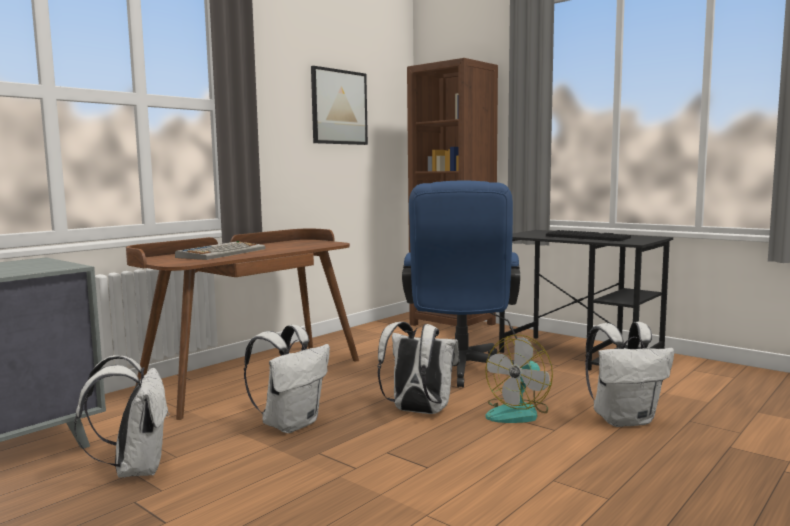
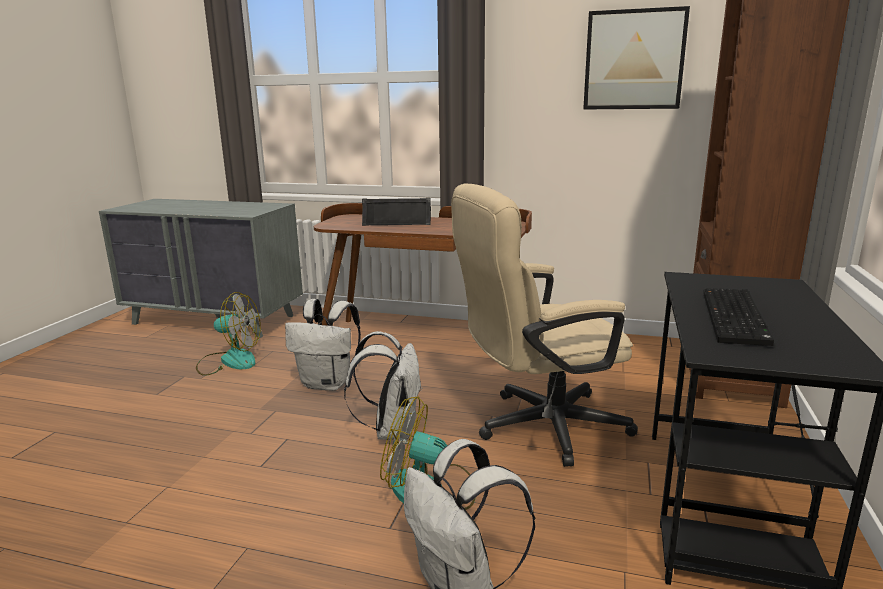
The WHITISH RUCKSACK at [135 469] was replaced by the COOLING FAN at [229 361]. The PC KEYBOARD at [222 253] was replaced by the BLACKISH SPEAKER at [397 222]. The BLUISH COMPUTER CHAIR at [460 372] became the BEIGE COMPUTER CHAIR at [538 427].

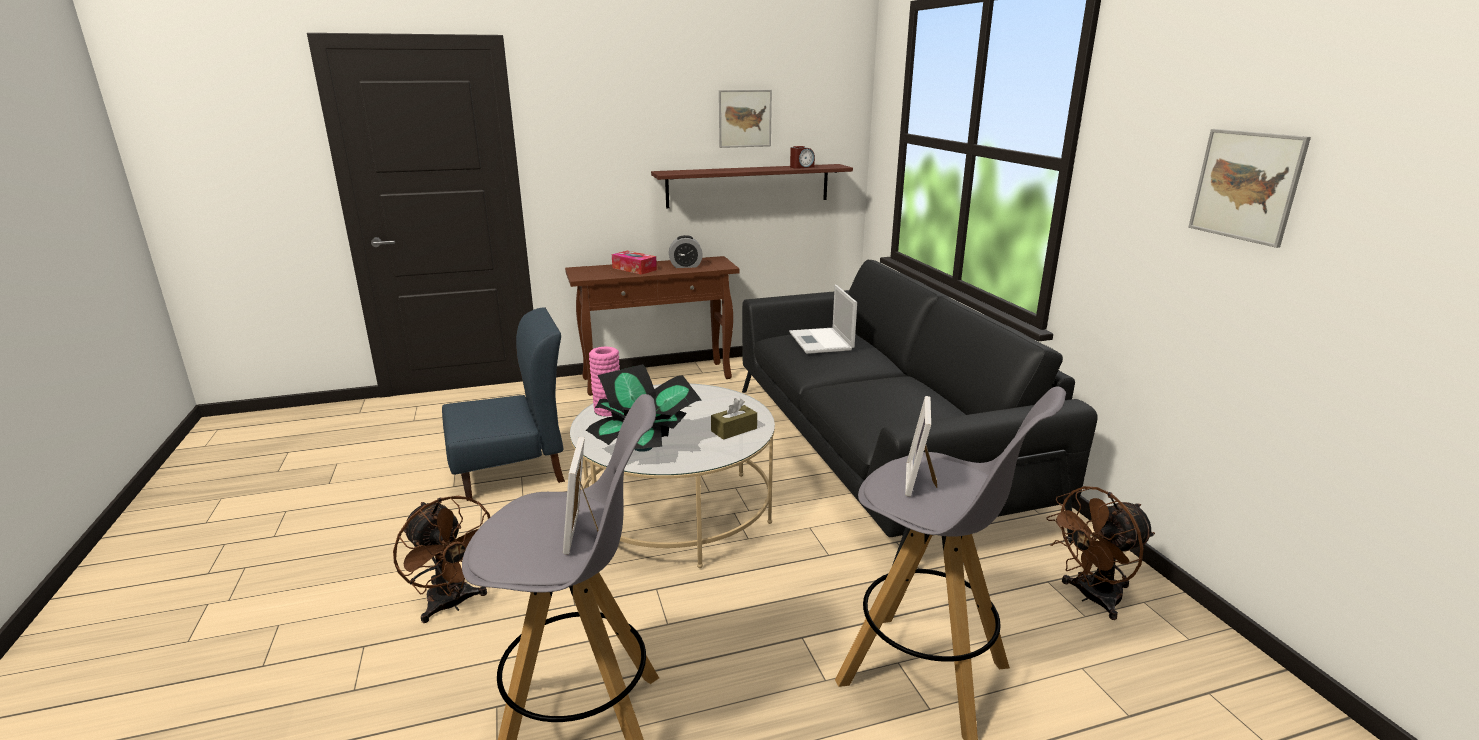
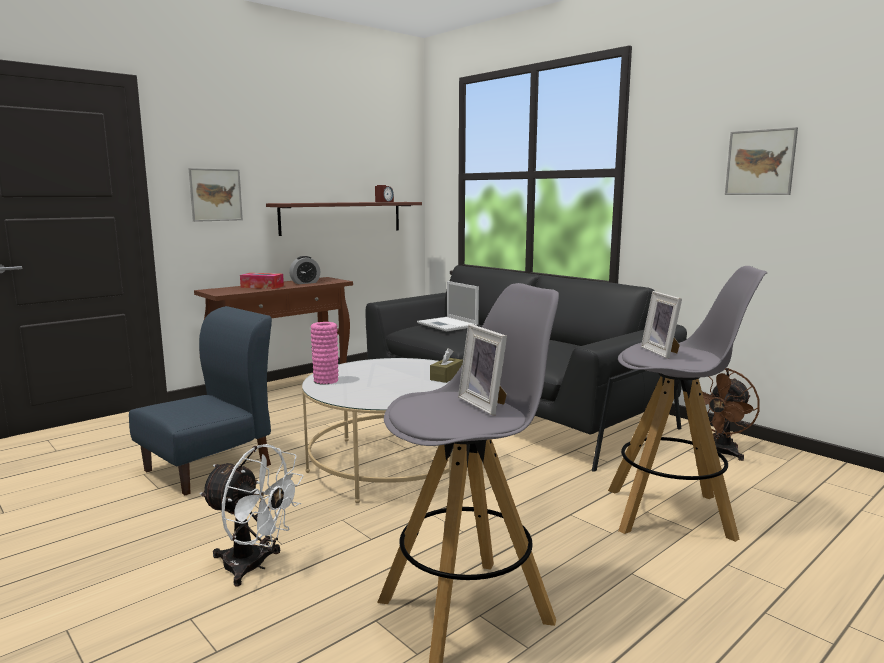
The WALL ART moved from [745 118] to [216 195]. The BROWN COOLING FAN at [453 604] became the WHITISH COOLING FAN at [254 566]. The POTTED PLANT at [644 446] disappeared.

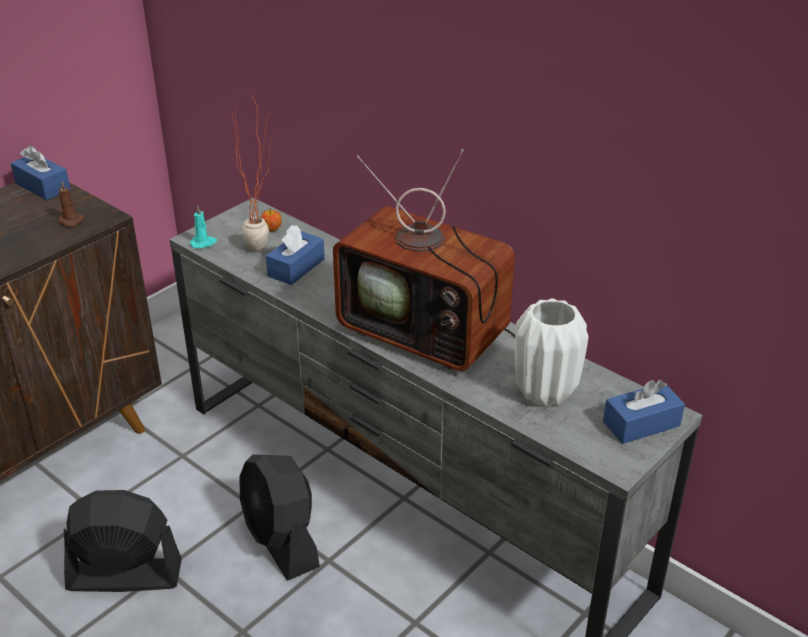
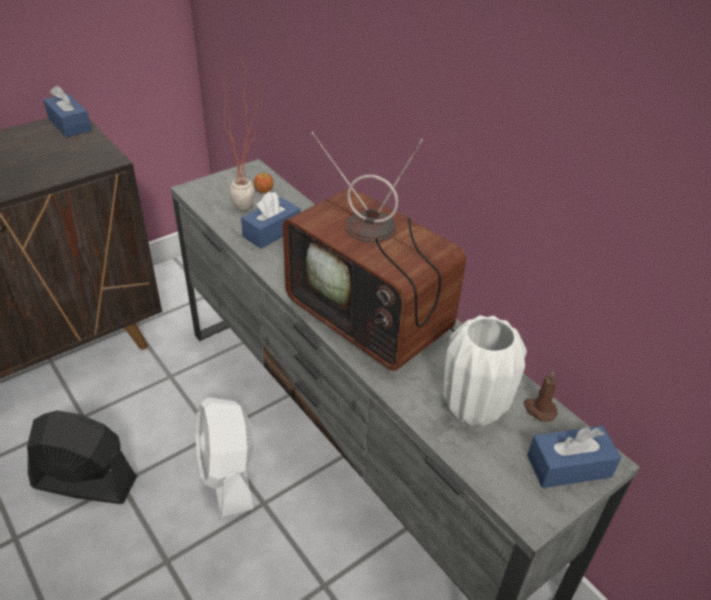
The BLACKISH COOLING FAN at [281 540] became the WHITISH COOLING FAN at [228 474]. The BROWN WAX LIGHT moved from [69 221] to [539 409]. The TURQUOISE-COLOURED WAX LIGHT at [203 243] disappeared.

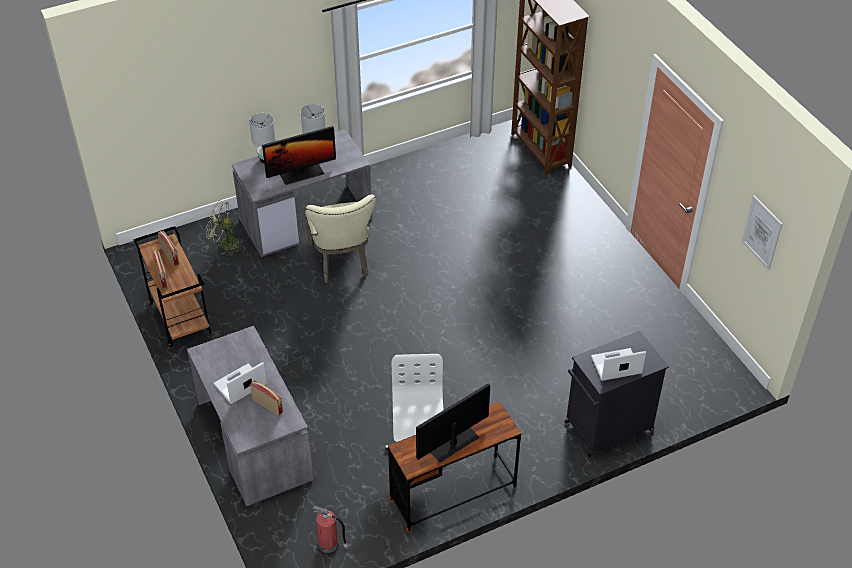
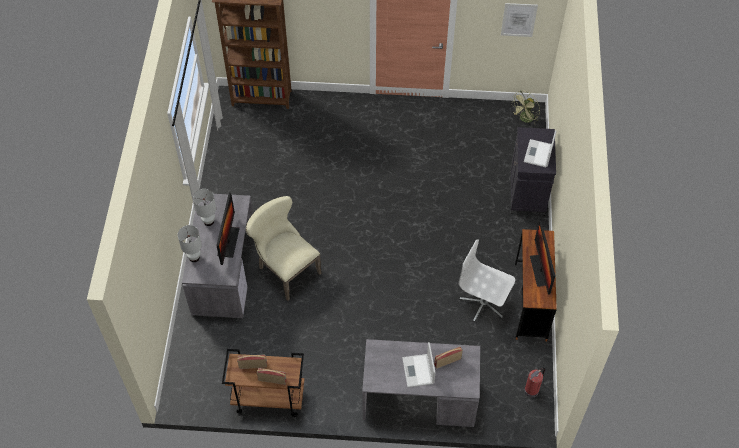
The BEIGE UPRIGHT CHAIR at [341 262] turned 150 degrees counterclockwise. The GREENISH COOLING FAN moved from [225 244] to [525 119].

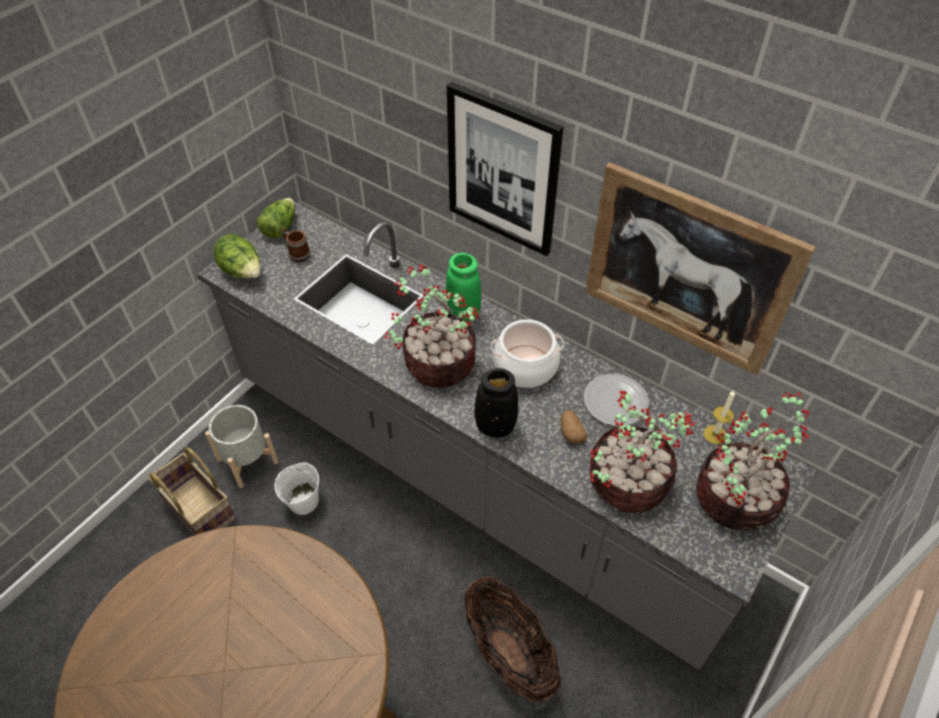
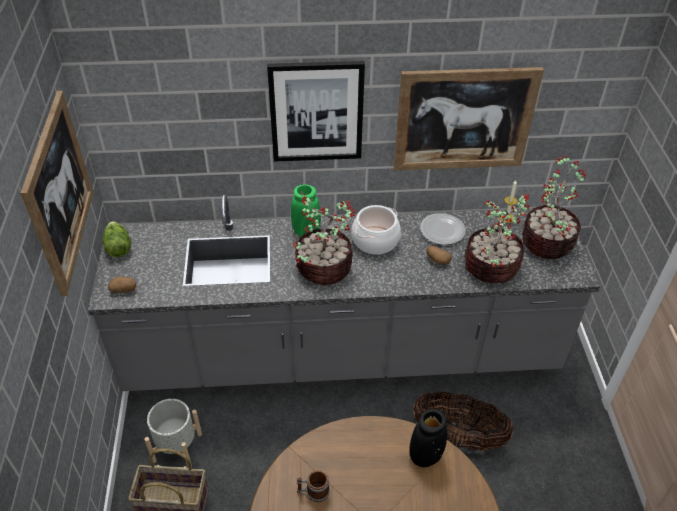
The WALL ART at [59 192] appeared. The LETTUCE HEAD at [243 272] was replaced by the WHOLE POTATO at [124 289]. The COFFEE MUG moved from [297 253] to [313 492]. The BLACKISH FLOWER VASE moved from [495 426] to [425 456]. The WHITISH BUCKET at [303 500] disappeared.

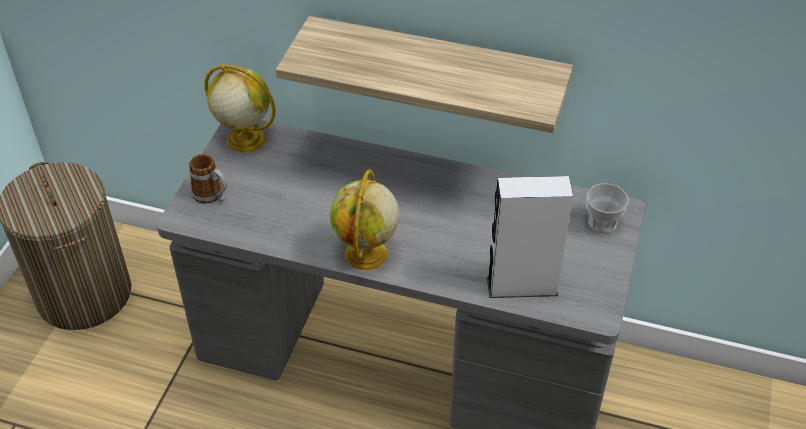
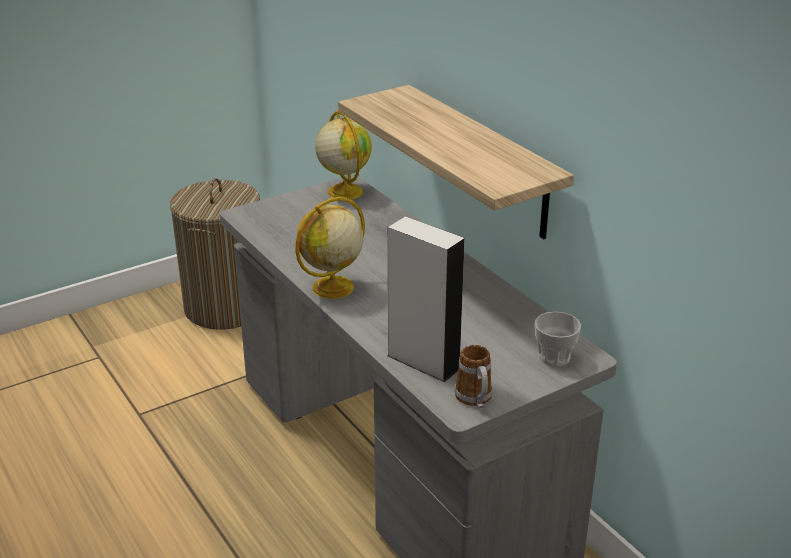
The COFFEE MUG moved from [212 196] to [475 400].

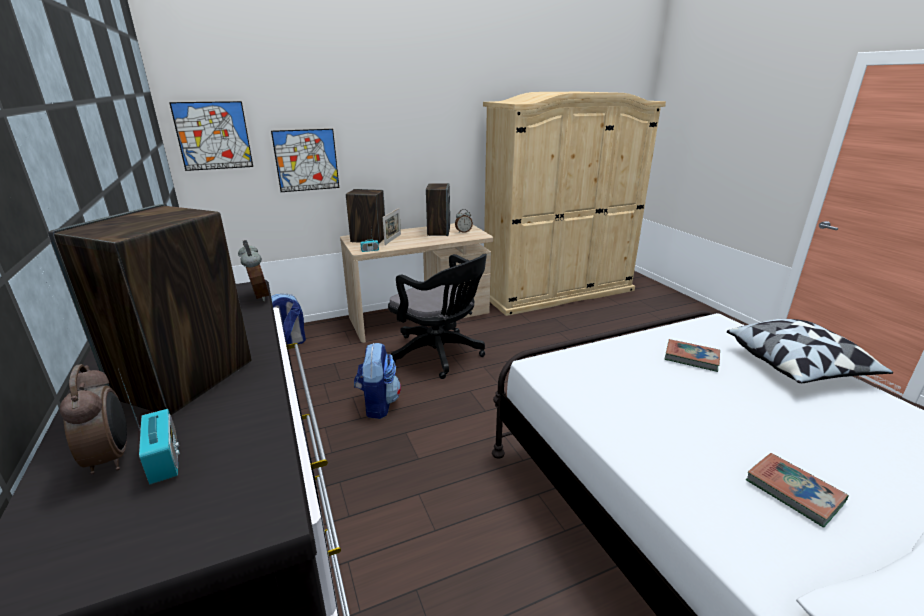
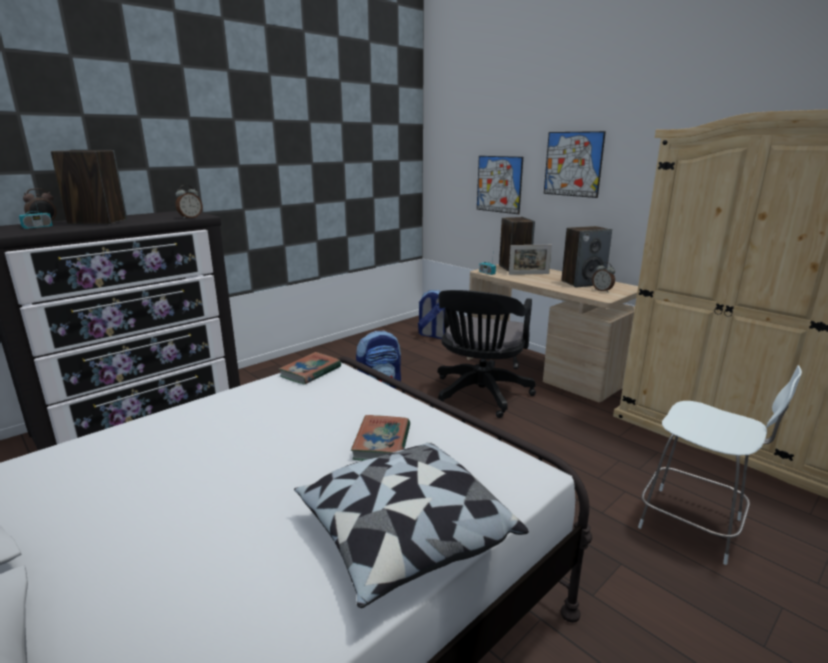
The VOLUME moved from [793 491] to [310 372]. The WALL ART moved from [213 136] to [573 164]. The WHITISH UPRIGHT CHAIR at [694 525] appeared.

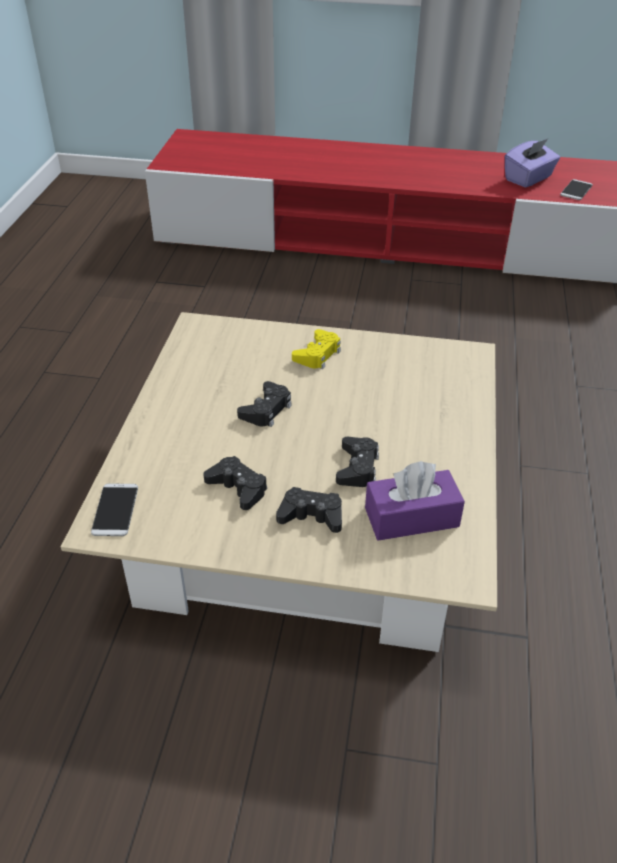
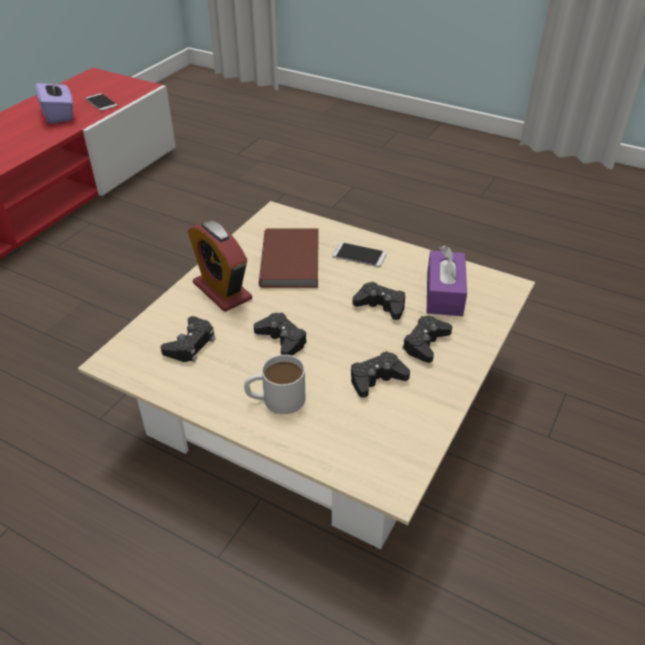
The BLACKISH JOYPAD at [191 345] appeared. The YELLOW JOYPAD at [317 354] was replaced by the ALARM CLOCK at [222 291]. The WHITISH COFFEE MUG at [275 399] appeared. The BROWN VOLUME at [292 260] appeared. The PHONE moved from [115 510] to [359 255].

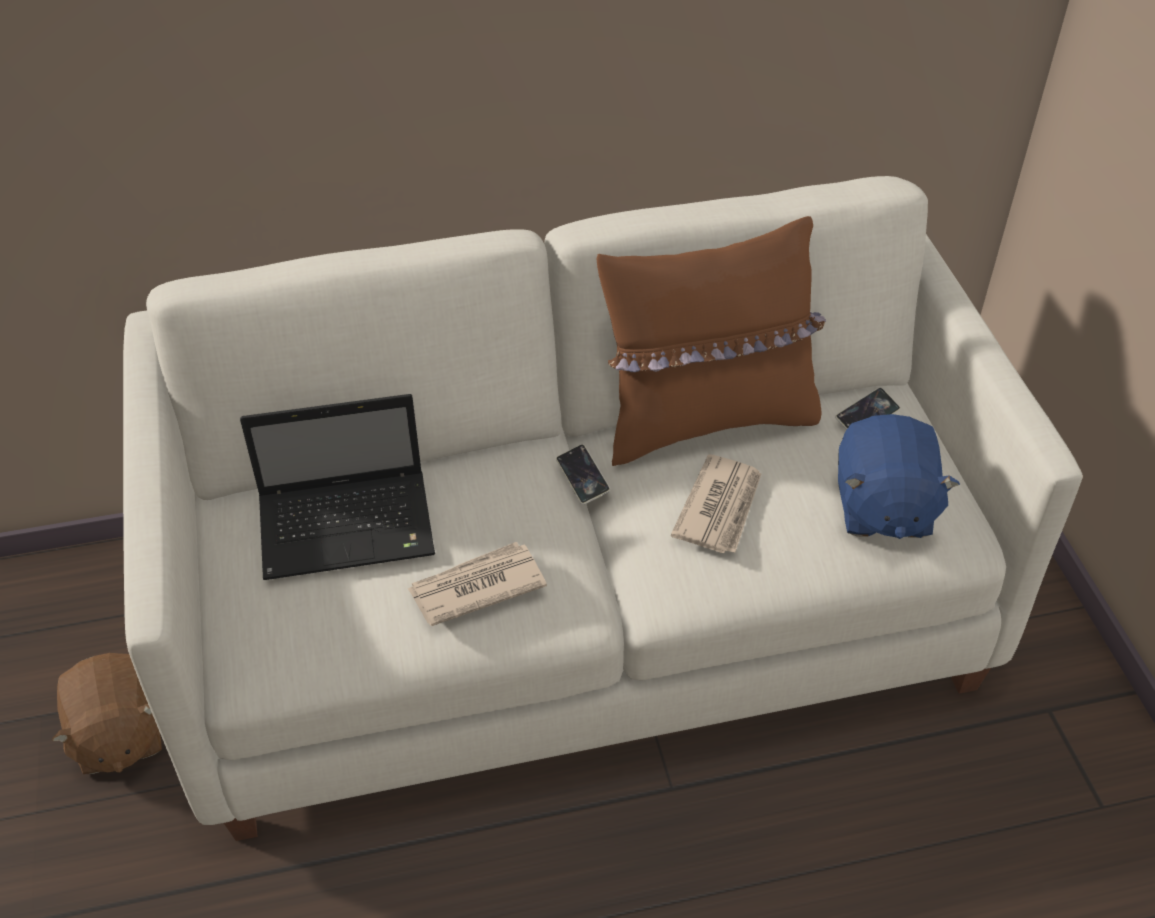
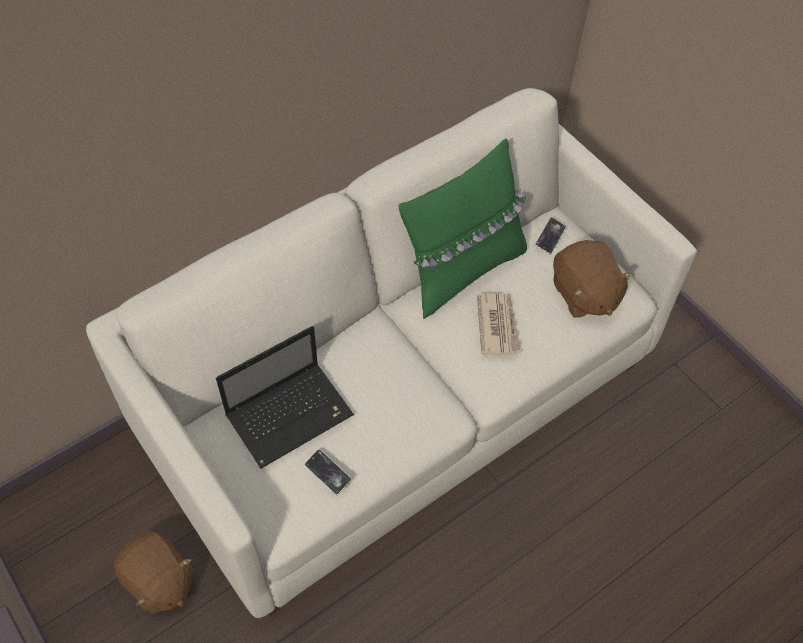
The PHONE moved from [582 477] to [328 473]. The BROWN CUSHION at [706 420] became the GREENISH CUSHION at [462 270]. The BLUISH PLUSH TOY at [882 507] became the BROWN PLUSH TOY at [584 294]. The DAILY PAPER at [475 587] disappeared.

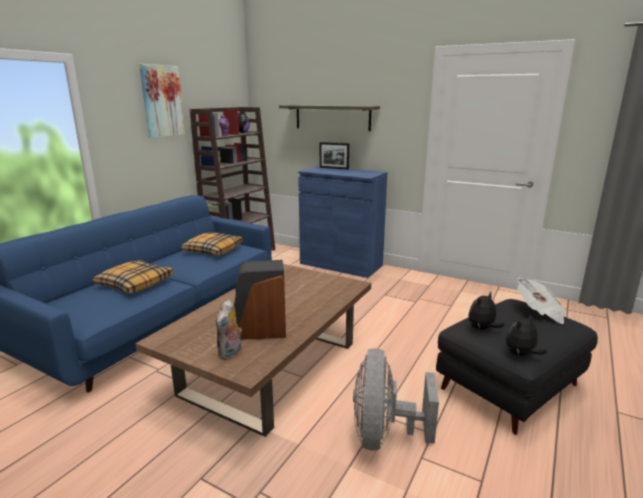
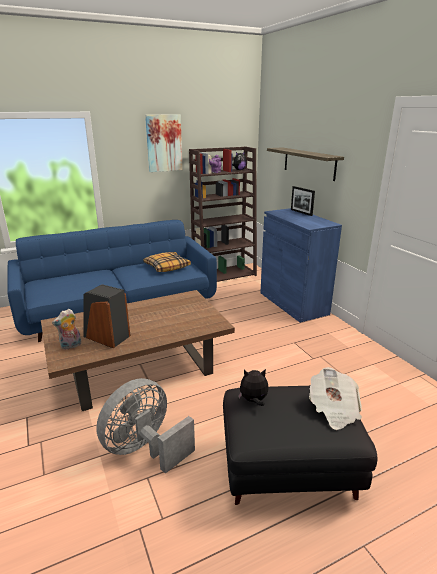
The CUSHION at [135 284] disappeared. The PLUSH TOY at [521 354] disappeared.

